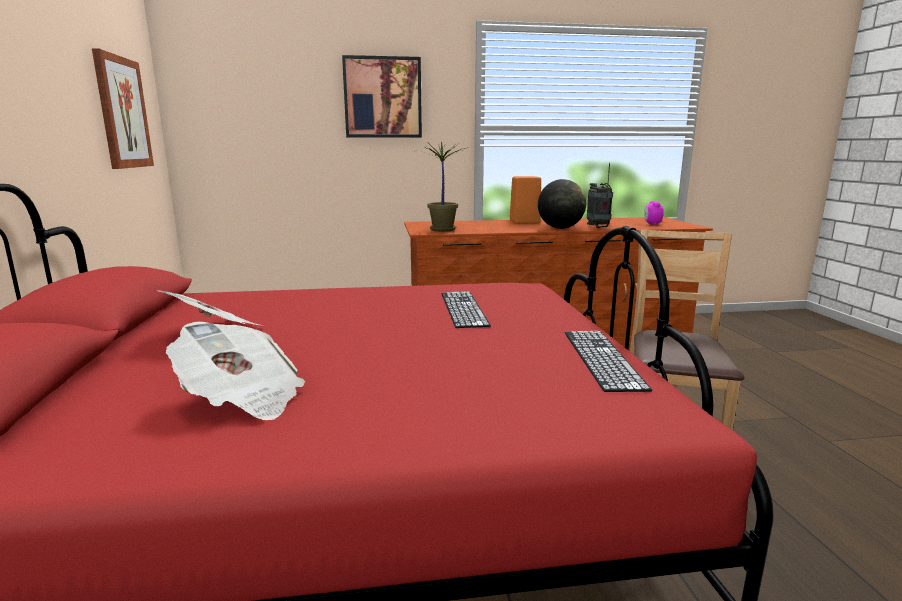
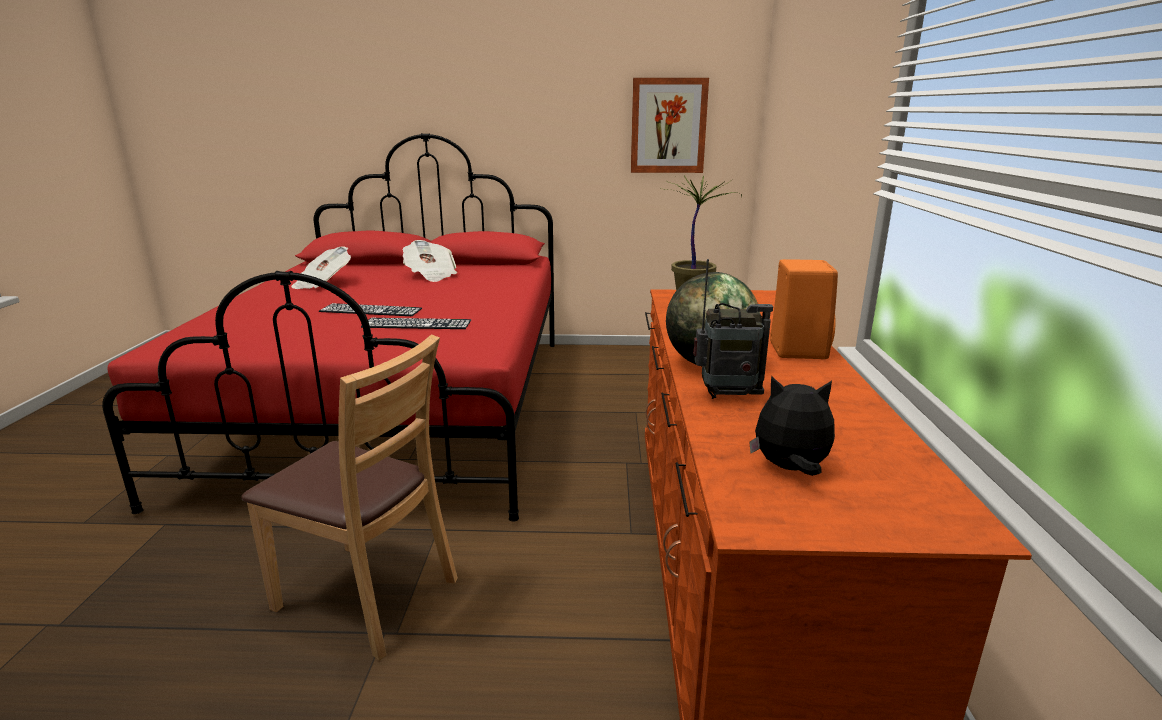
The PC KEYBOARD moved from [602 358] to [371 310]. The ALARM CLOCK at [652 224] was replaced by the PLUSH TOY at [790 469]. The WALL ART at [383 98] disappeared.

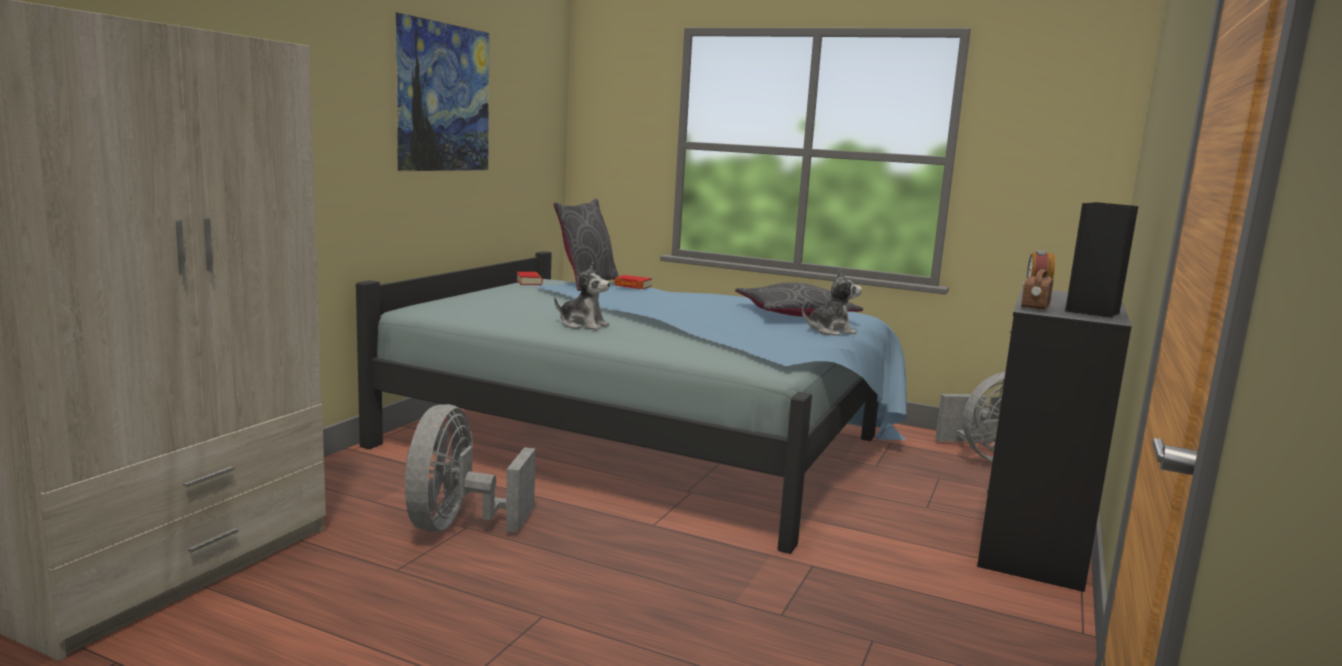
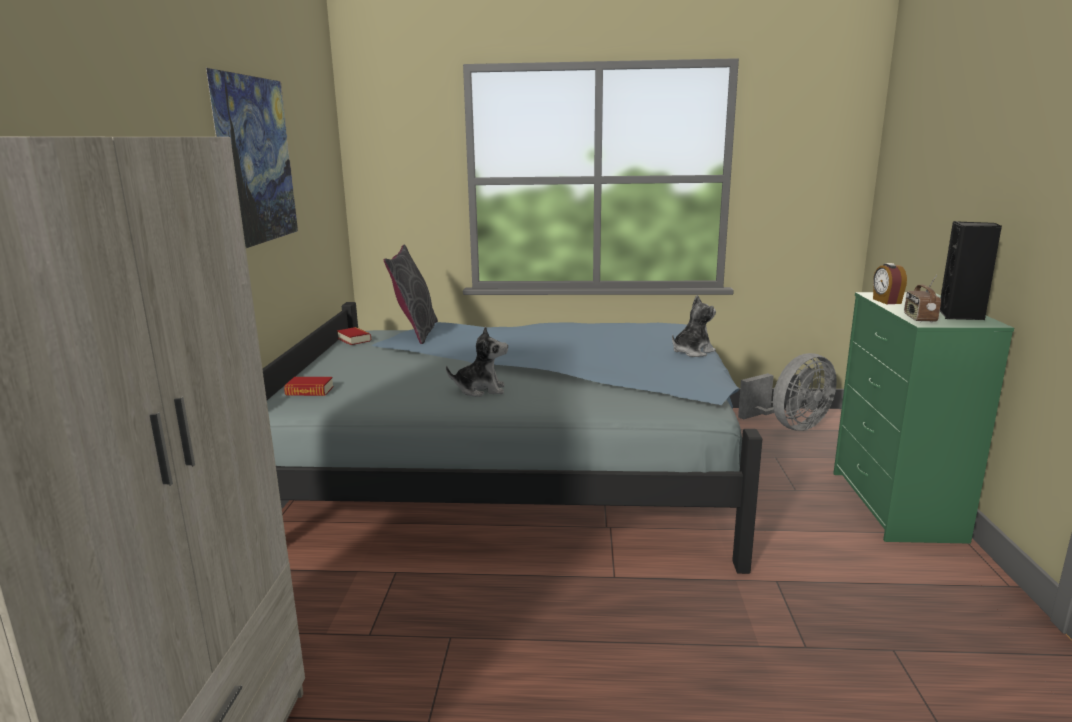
The VOLUME moved from [633 286] to [309 391]. The BLACKISH CHEST OF DRAWERS at [1033 544] became the GREENISH CHEST OF DRAWERS at [896 506]. The GREYISH COOLING FAN at [458 525] disappeared. The GREYISH CUSHION at [795 314] disappeared.

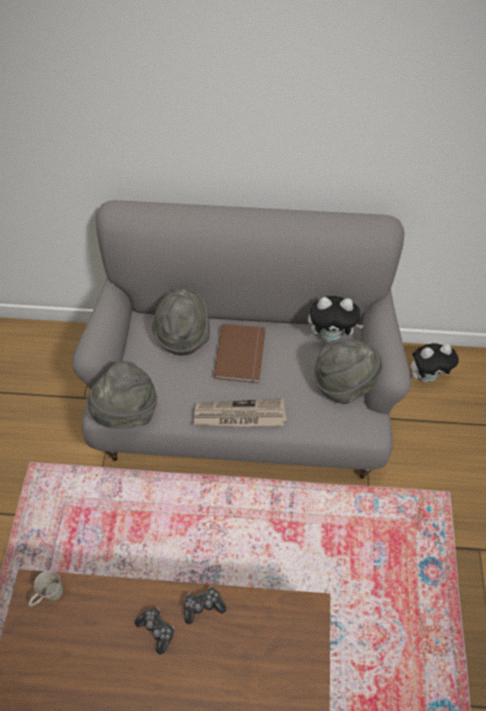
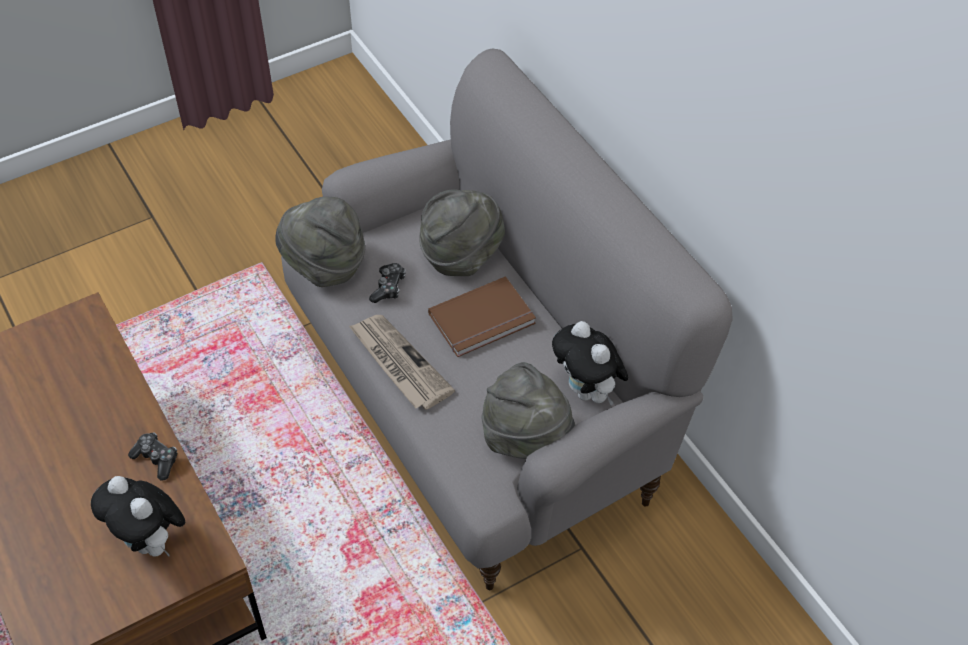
The PLUSH TOY moved from [426 376] to [150 542]. The JOYPAD moved from [157 630] to [388 287]. The WHITISH COFFEE MUG at [49 596] disappeared.

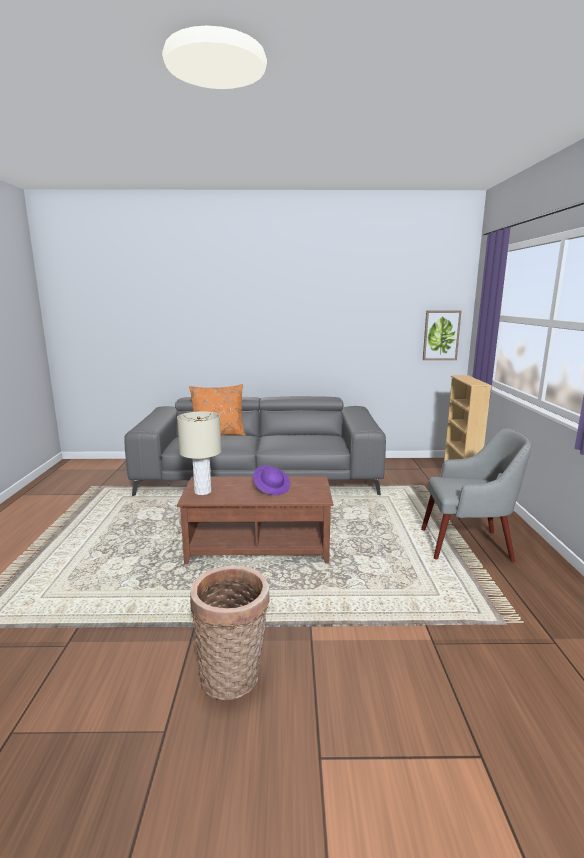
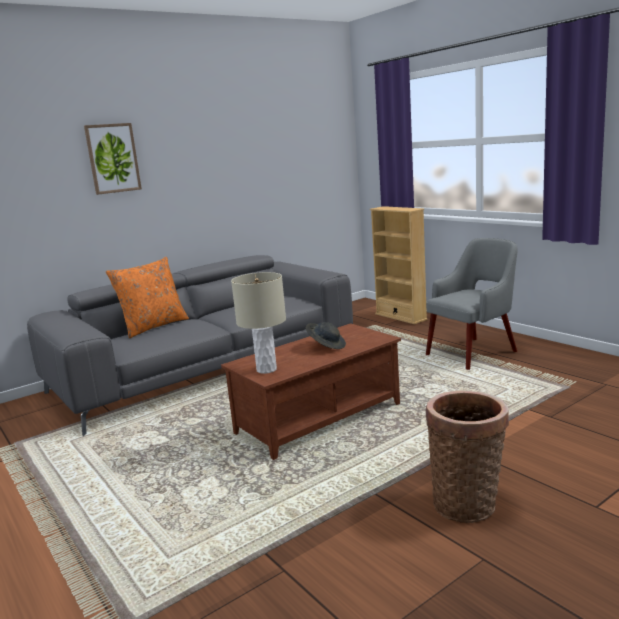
The WALL ART moved from [441 335] to [113 158]. The PURPLE CLOTHING HAT at [272 488] became the GREYISH CLOTHING HAT at [326 346].

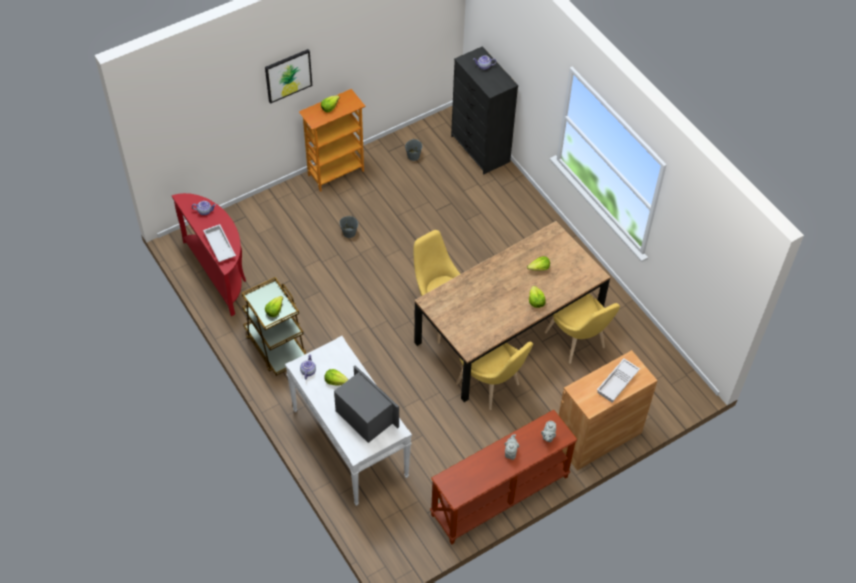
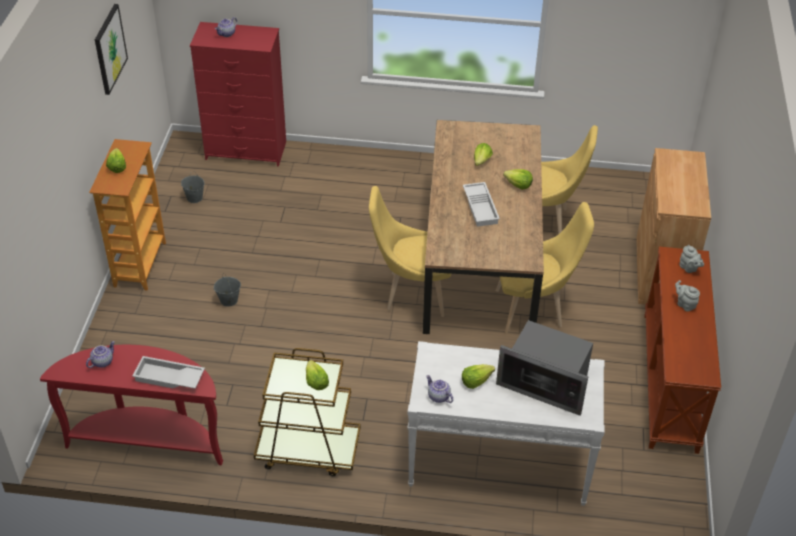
The WALL ART moved from [288 75] to [109 49]. The BLACKISH CHEST OF DRAWERS at [480 149] became the RED CHEST OF DRAWERS at [247 150]. The WHITISH SERVING TRAY moved from [618 383] to [481 207]. The KITCHEN MICROWAVE at [365 416] turned 150 degrees counterclockwise.

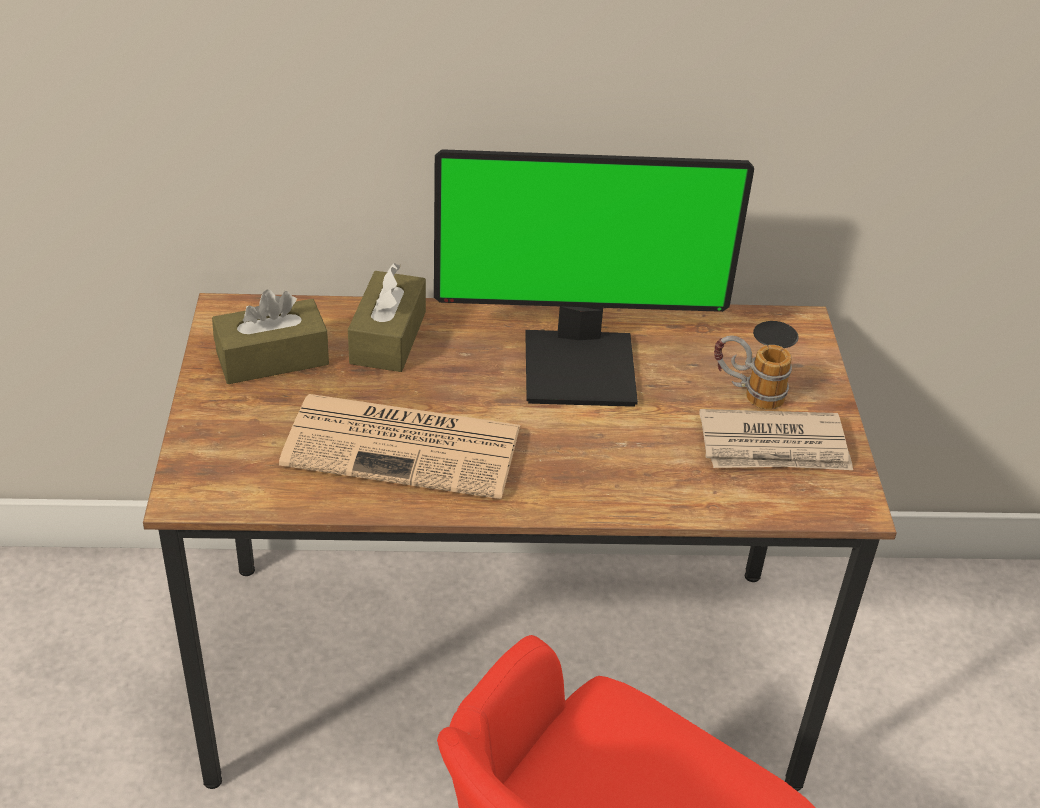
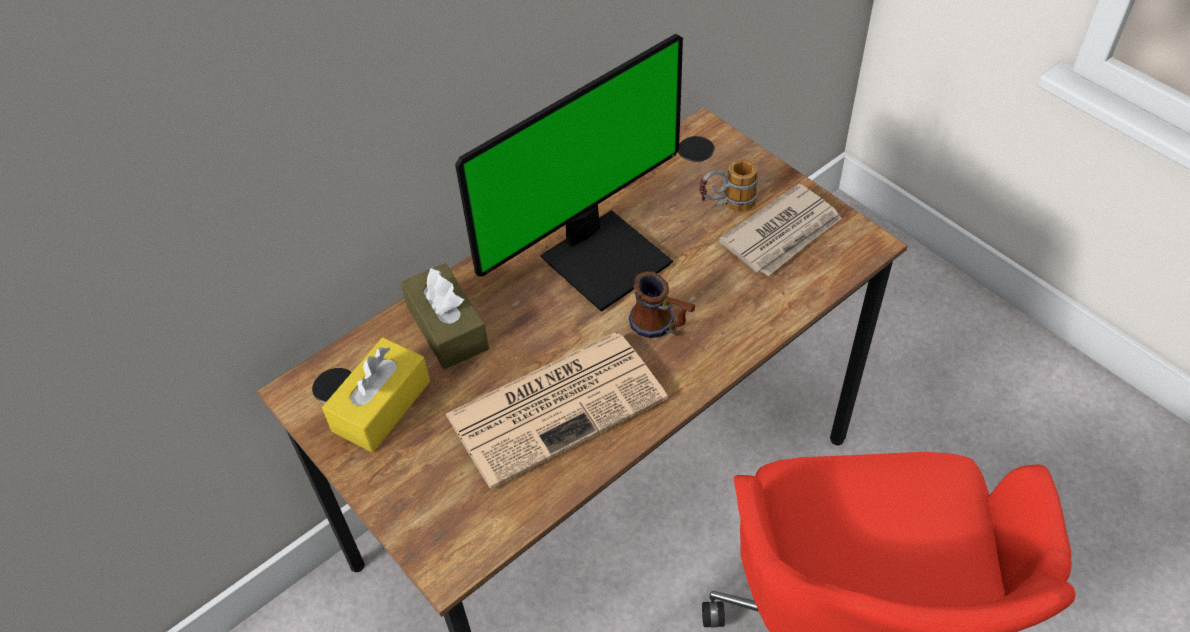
The BROWN TISSUE HOLDER at [272 358] became the YELLOW TISSUE HOLDER at [381 406]. The COFFEE MUG at [661 327] appeared.

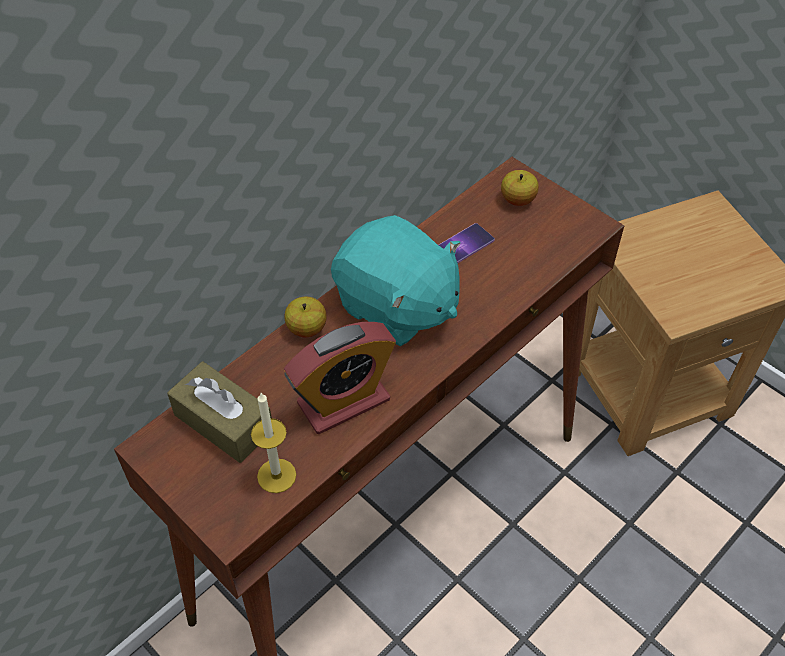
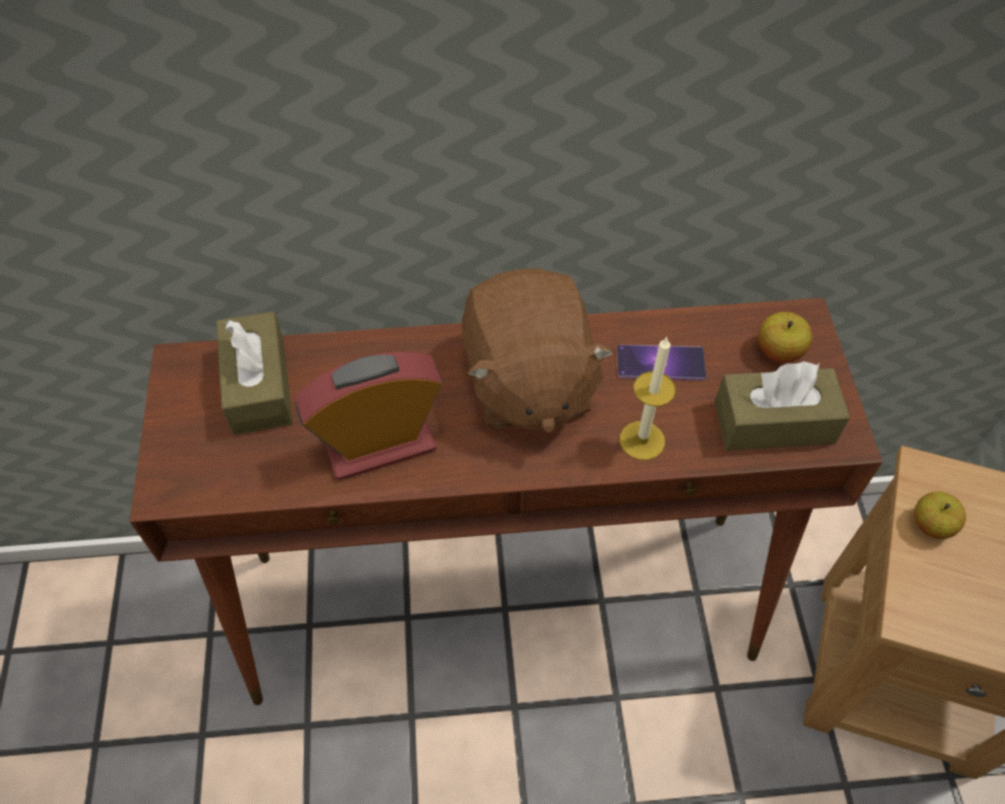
The ALARM CLOCK at [343 401] turned 150 degrees clockwise. The TURQUOISE-COLOURED PLUSH TOY at [396 307] became the BROWN PLUSH TOY at [527 383]. The WAX LIGHT moved from [276 475] to [642 440]. The BROWN TISSUE HOLDER at [774 422] appeared. The WHOLE APPLE moved from [306 329] to [931 525].

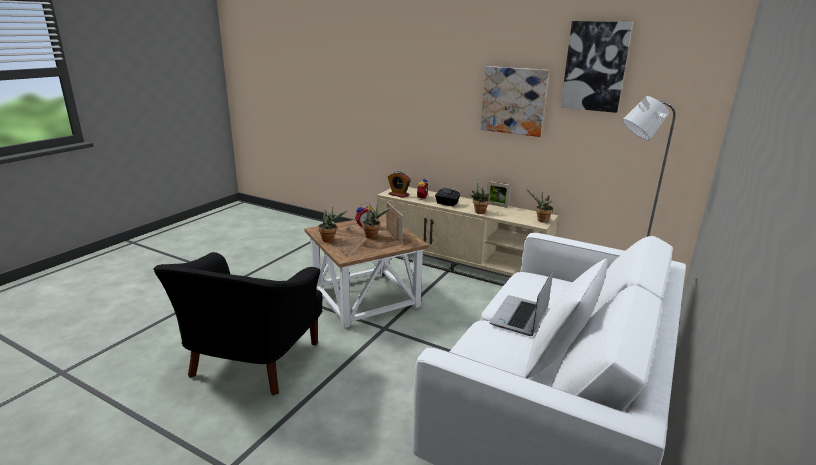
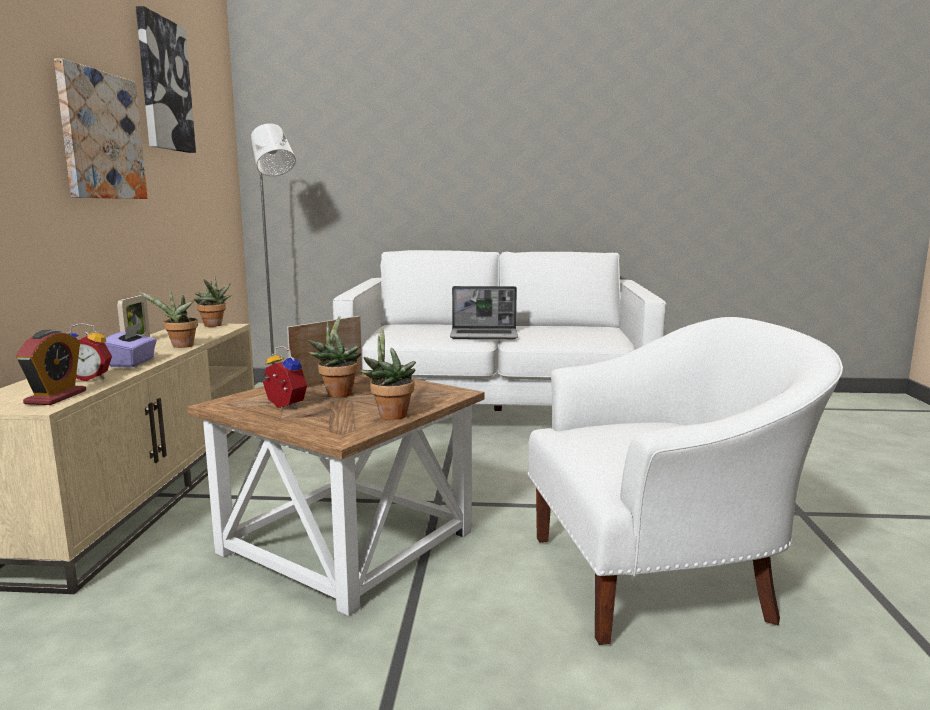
The BLACKISH TISSUE HOLDER at [447 203] became the PURPLE TISSUE HOLDER at [132 363]. The BLACKISH EASY CHAIR at [251 363] became the WHITISH EASY CHAIR at [658 578]. The WHITISH CUSHION at [559 358] disappeared.

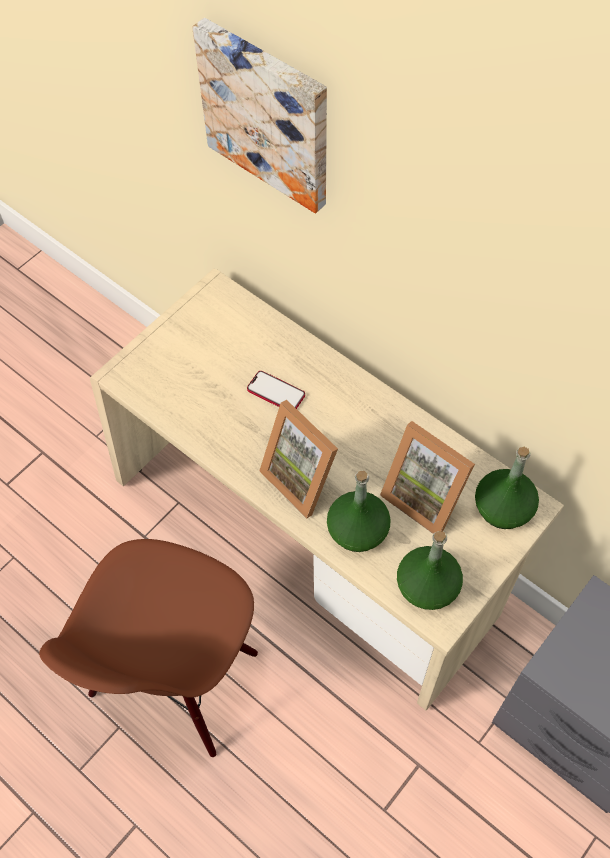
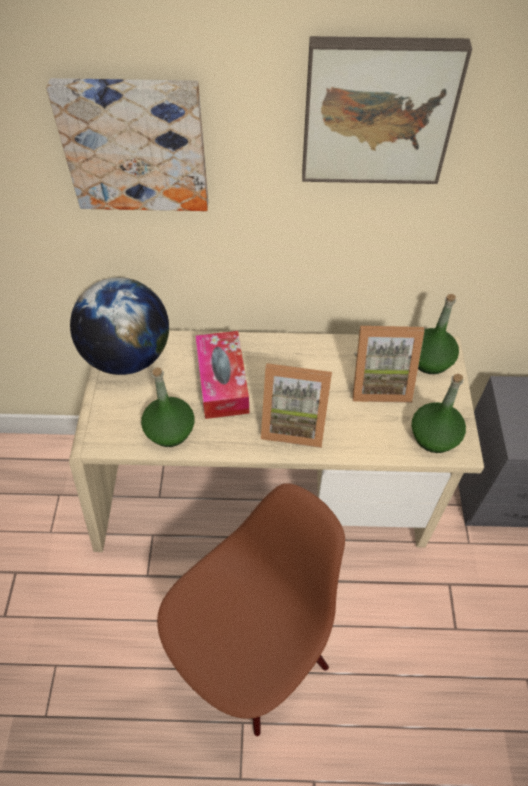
The WORLD GLOBE at [128 356] appeared. The GREENISH BOTTLE moved from [357 530] to [170 431]. The BROWN UPRIGHT CHAIR at [175 677] turned 120 degrees counterclockwise. The PHONE at [276 392] was replaced by the TISSUE HOLDER at [222 382]. The WALL ART at [378 110] appeared.

